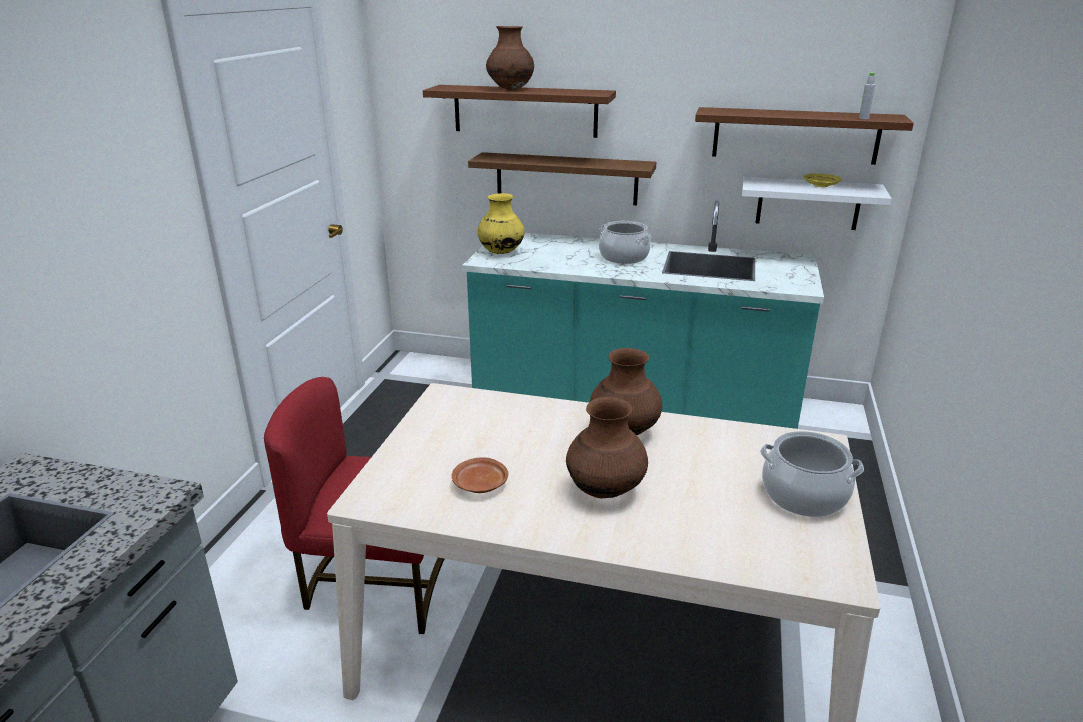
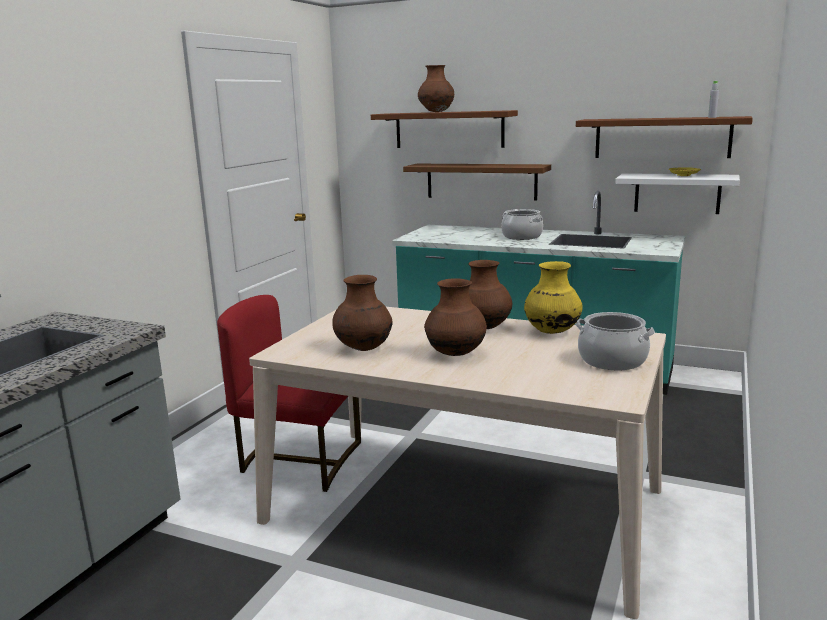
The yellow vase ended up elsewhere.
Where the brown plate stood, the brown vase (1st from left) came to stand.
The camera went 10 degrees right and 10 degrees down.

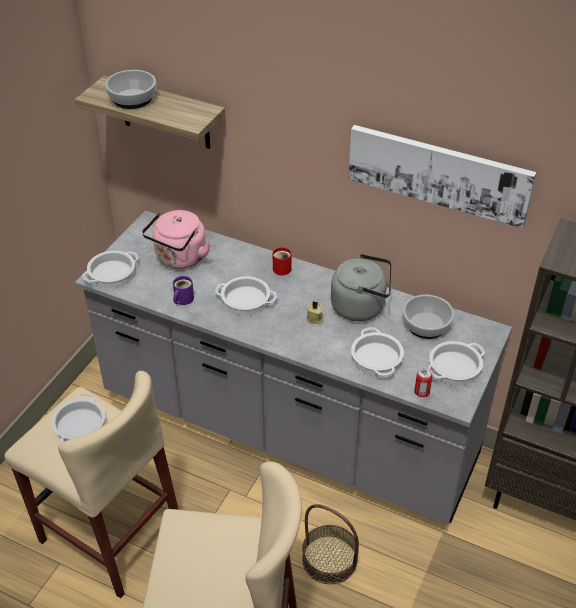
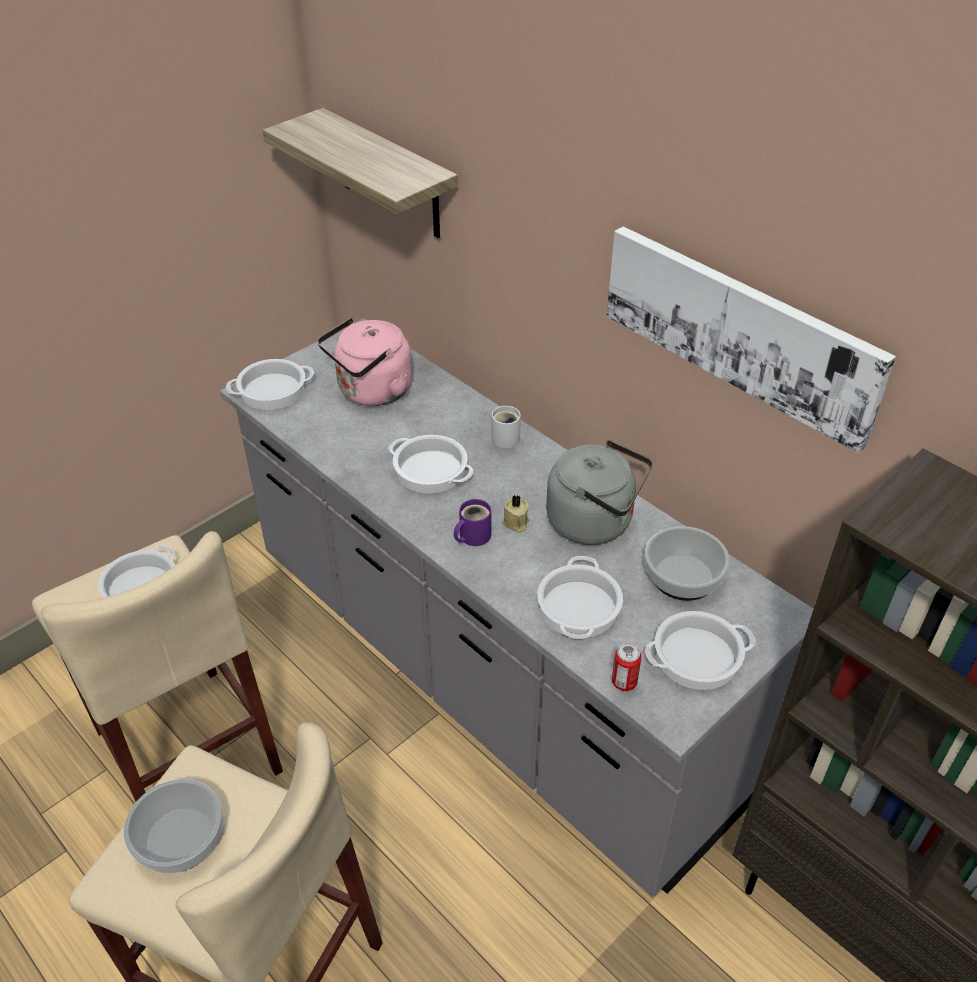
The bowl (1st from left) ended up elsewhere.
What was the red mug turned into the white mug.
The purple mug ended up elsewhere.
The second view lost the basket.
The camera went 20 degrees right and 0 degrees up.

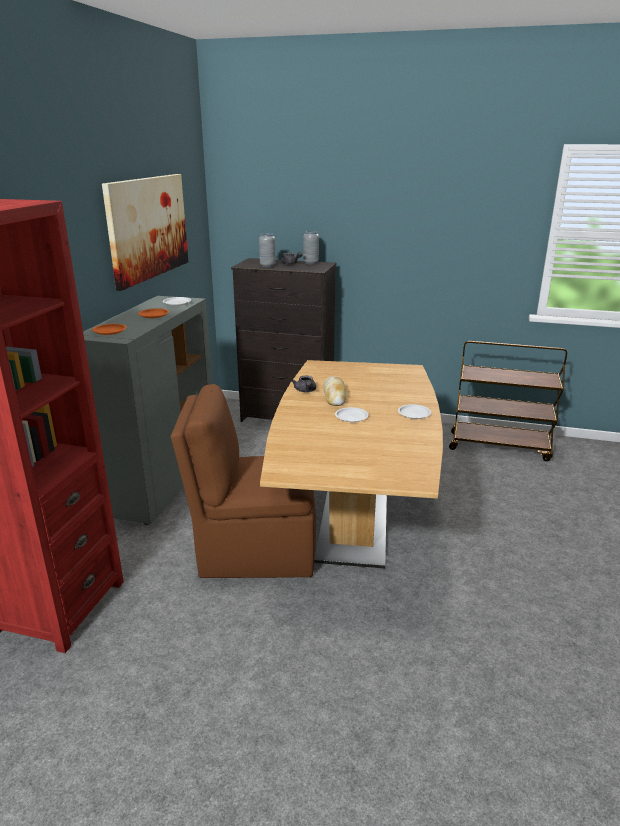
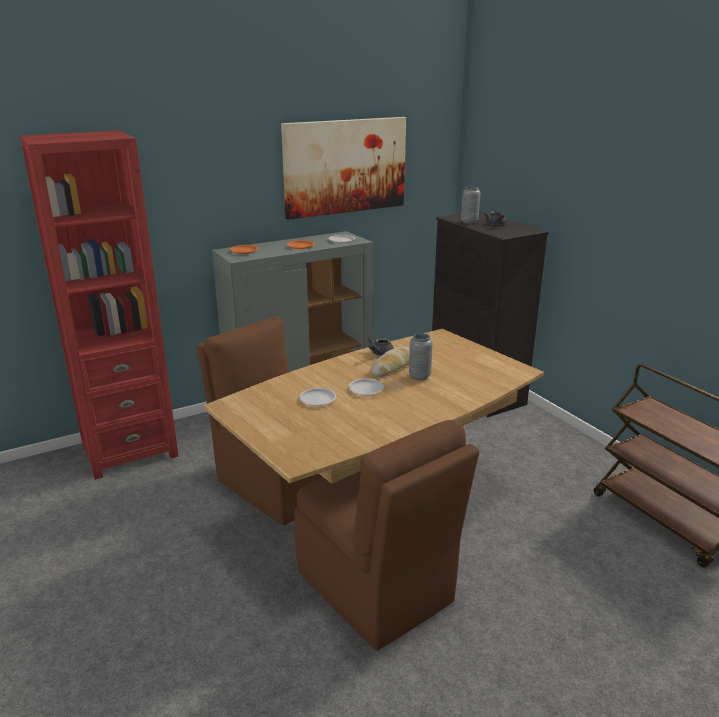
The grey vase (2nd from left in the first image) ended up elsewhere.
The white plate (3rd from left in the first image) ended up elsewhere.
The second view gained the brown chair (2nd from left).
The camera went 45 degrees right and 0 degrees up.

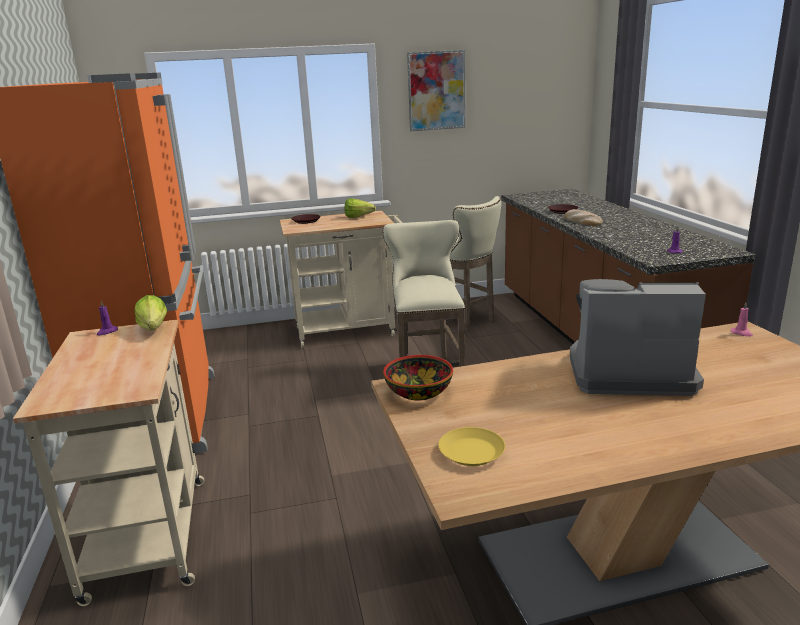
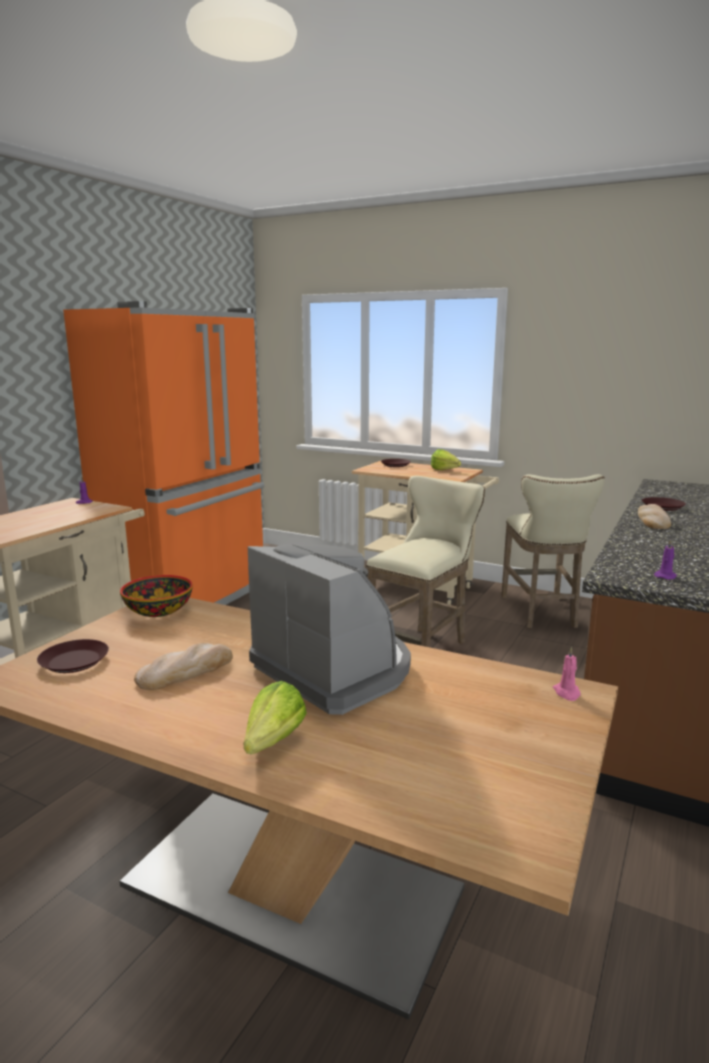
The second view lost the picture.
The lettuce (1st from left) ended up elsewhere.
What was the yellow plate turned into the brown plate (1st from left).
The second view gained the bread (1st from left).
The camera went 40 degrees right and 5 degrees down.

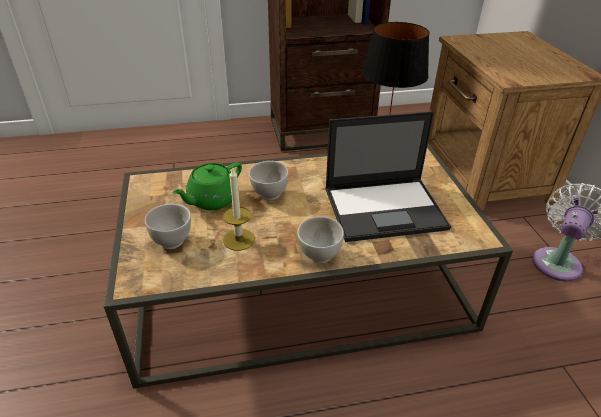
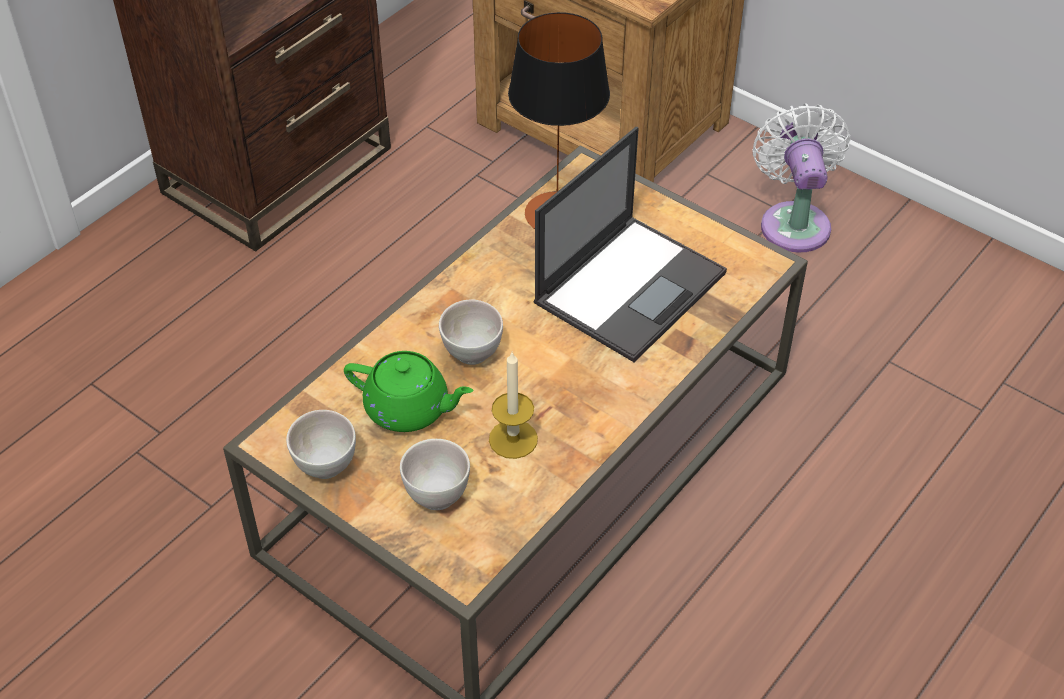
The green teapot ended up facing another way, 75 degrees counterclockwise from before.
The white bowl (3rd from left in the first image) ended up elsewhere.
The camera went 40 degrees left and 10 degrees up.

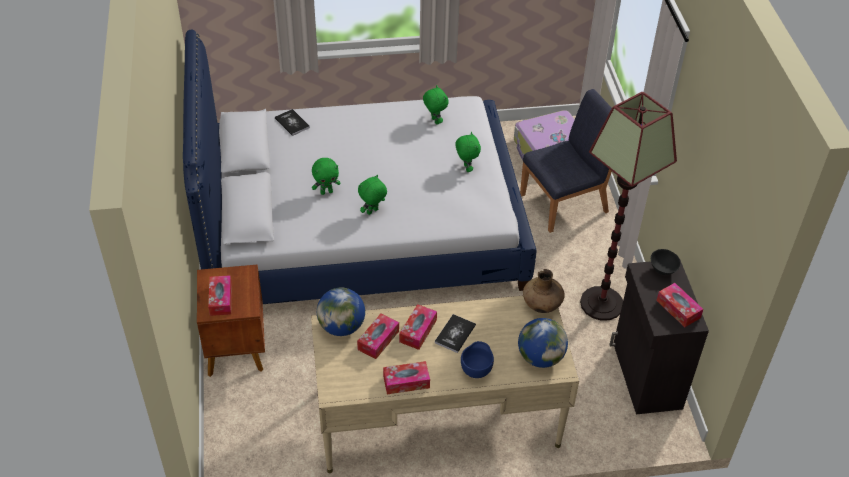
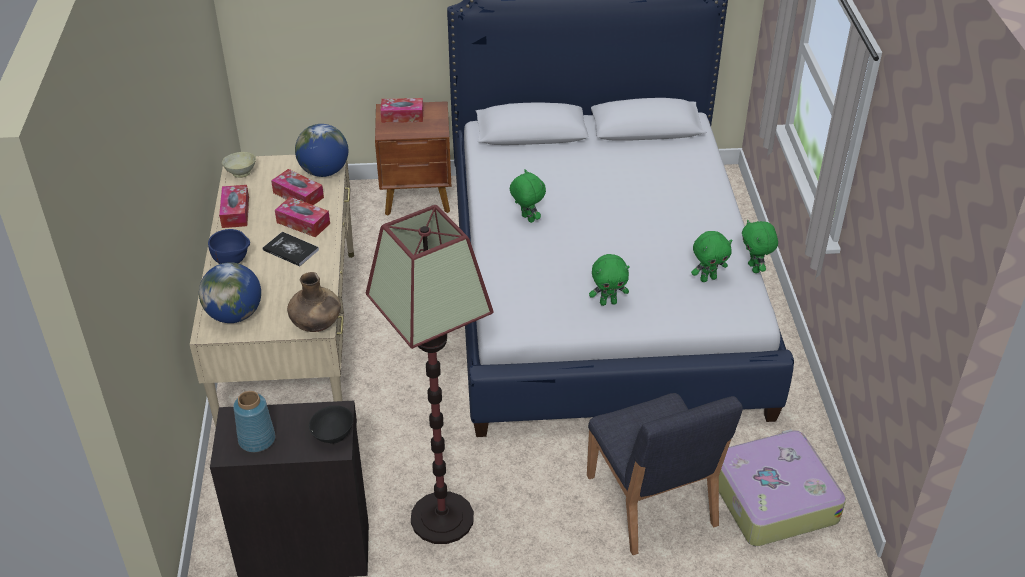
The second view lost the book (1st from left).
The green plush toy (1st from left in the first image) ended up elsewhere.
Where the tissue box (5th from left) stood, the blue vase came to stand.
The second view gained the beige bowl.
The camera went 95 degrees right and 5 degrees down.

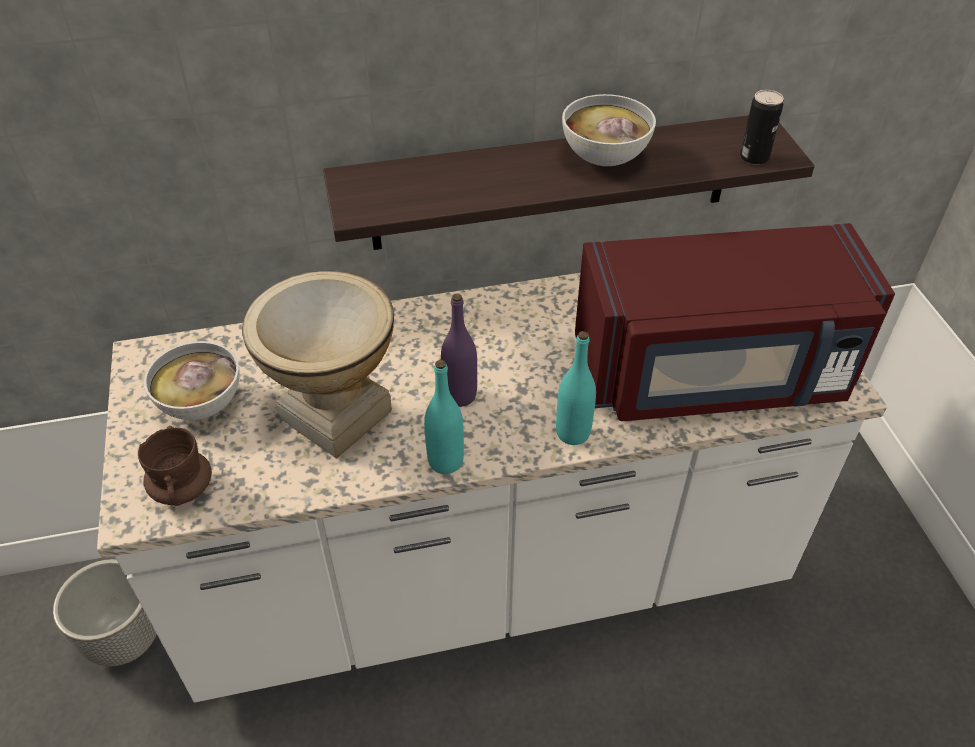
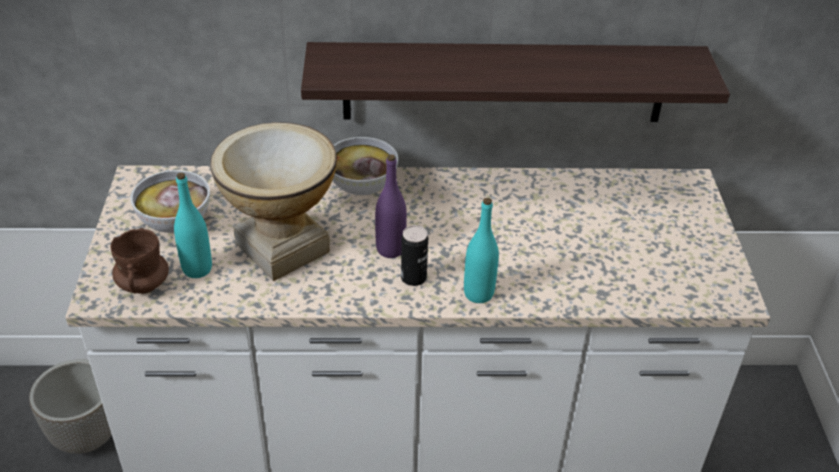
The can ended up elsewhere.
The bowl (2nd from left) ended up elsewhere.
The second view lost the red microwave.
The turquoise bottle (1st from left) ended up elsewhere.
The camera went 10 degrees right and 5 degrees down.

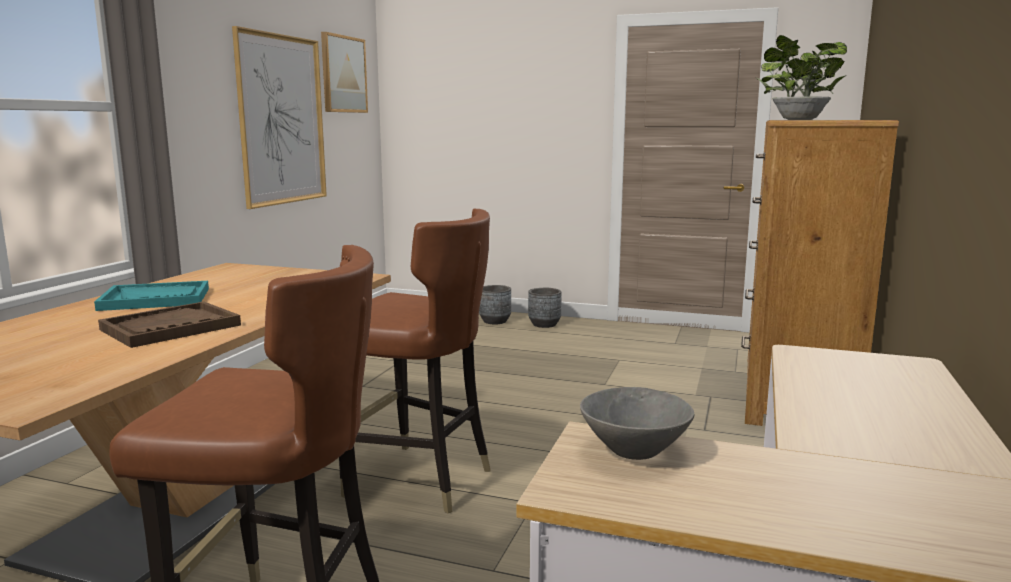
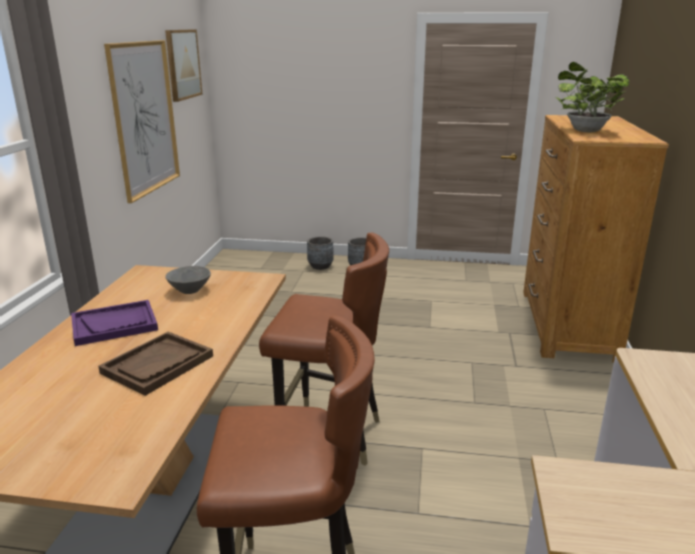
What was the turquoise tray turned into the purple tray.
The grey bowl ended up elsewhere.
The camera went 10 degrees left and 10 degrees up.

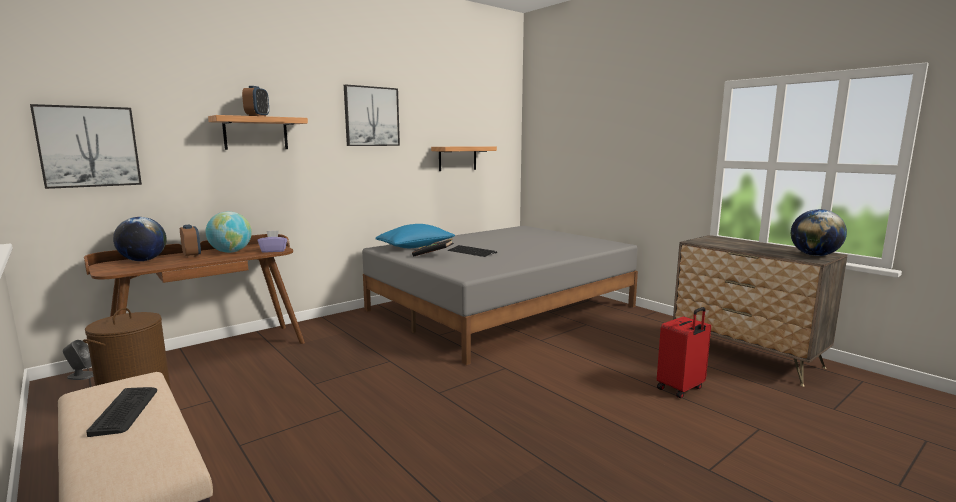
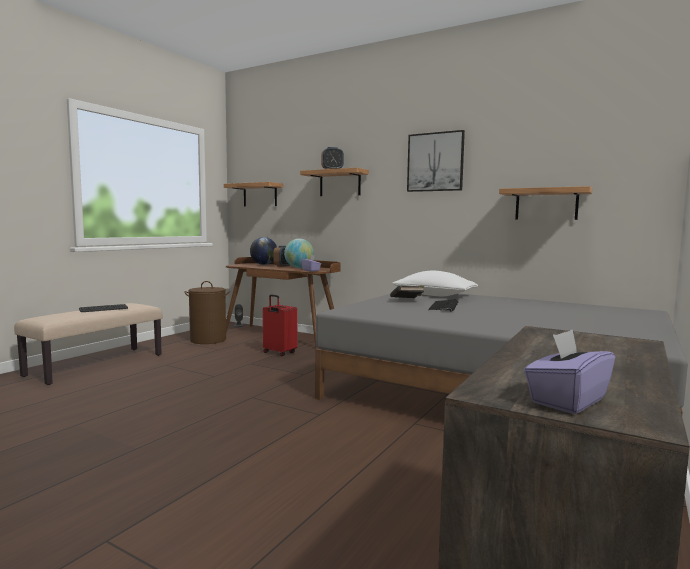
Where the picture (1st from left) hung, the shelf (1st from left) came to hang.
Where the globe (3rd from left) stood, the purple tissue box (2nd from left) came to stand.
What was the blue pillow turned into the white pillow.
The red suitcase ended up elsewhere.
The camera went 70 degrees right and 5 degrees down.

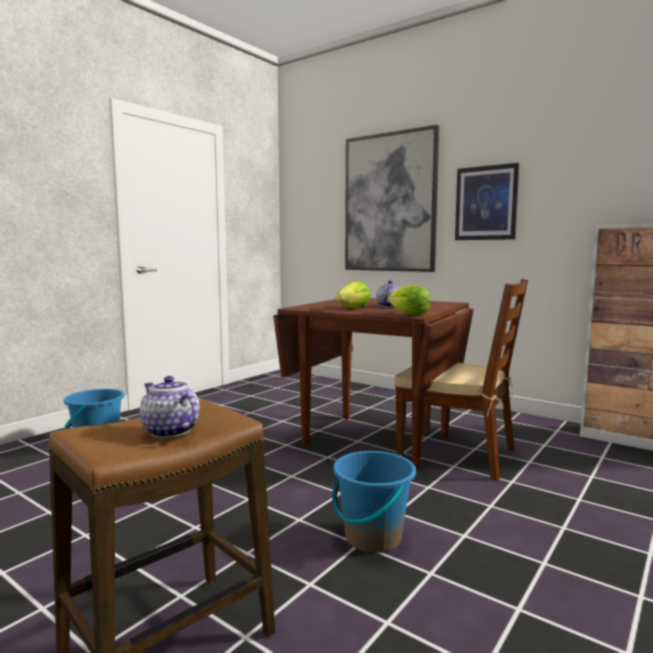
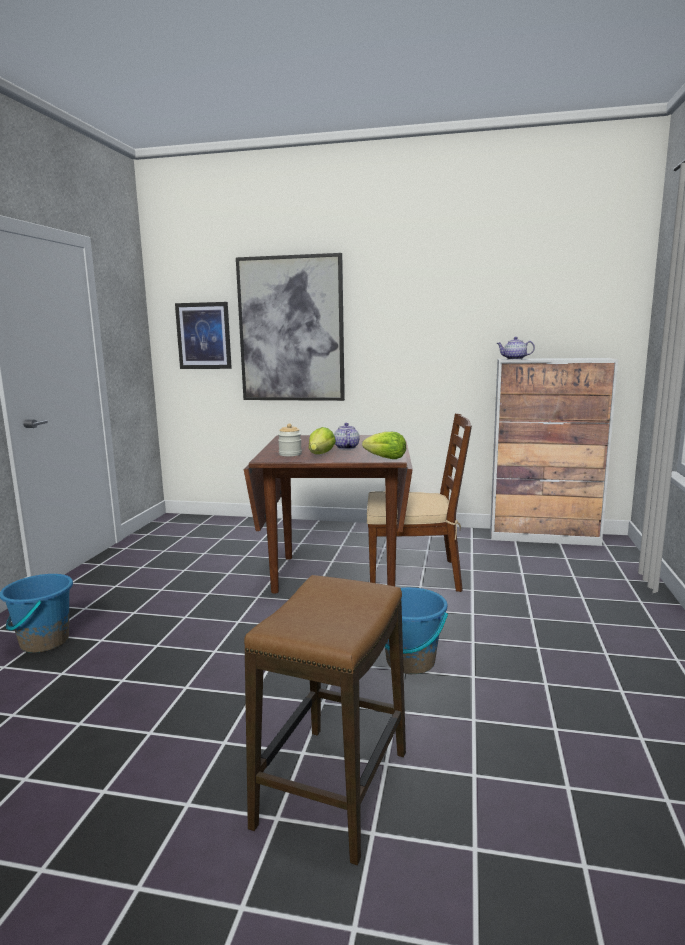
The picture (2nd from left in the first image) ended up elsewhere.
The teapot (1st from left in the first image) ended up elsewhere.
The second view gained the jar.
The camera went 25 degrees left and 5 degrees up.

